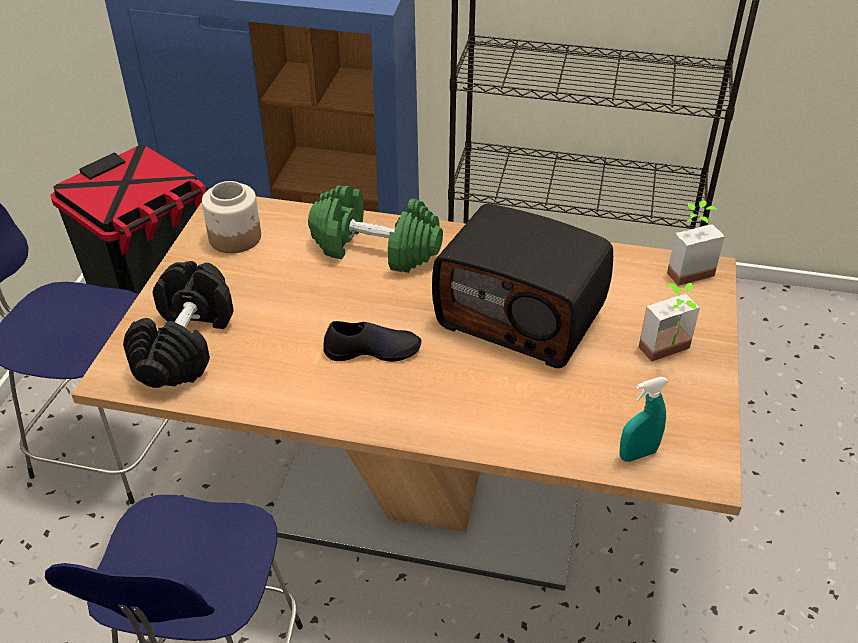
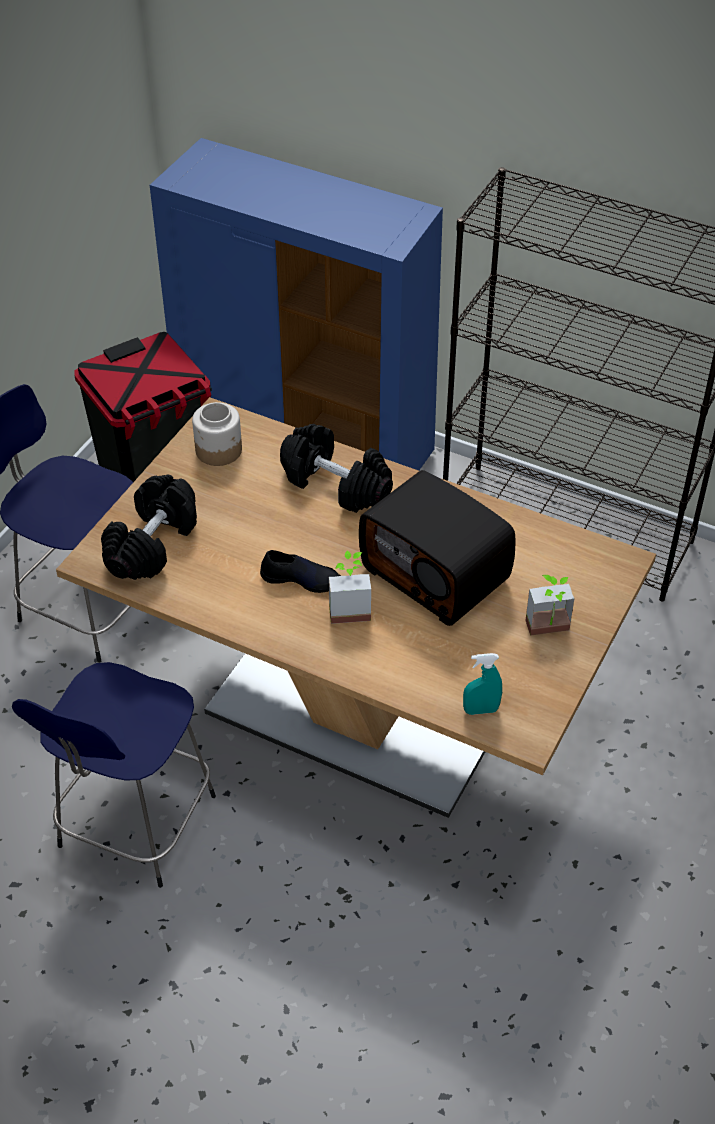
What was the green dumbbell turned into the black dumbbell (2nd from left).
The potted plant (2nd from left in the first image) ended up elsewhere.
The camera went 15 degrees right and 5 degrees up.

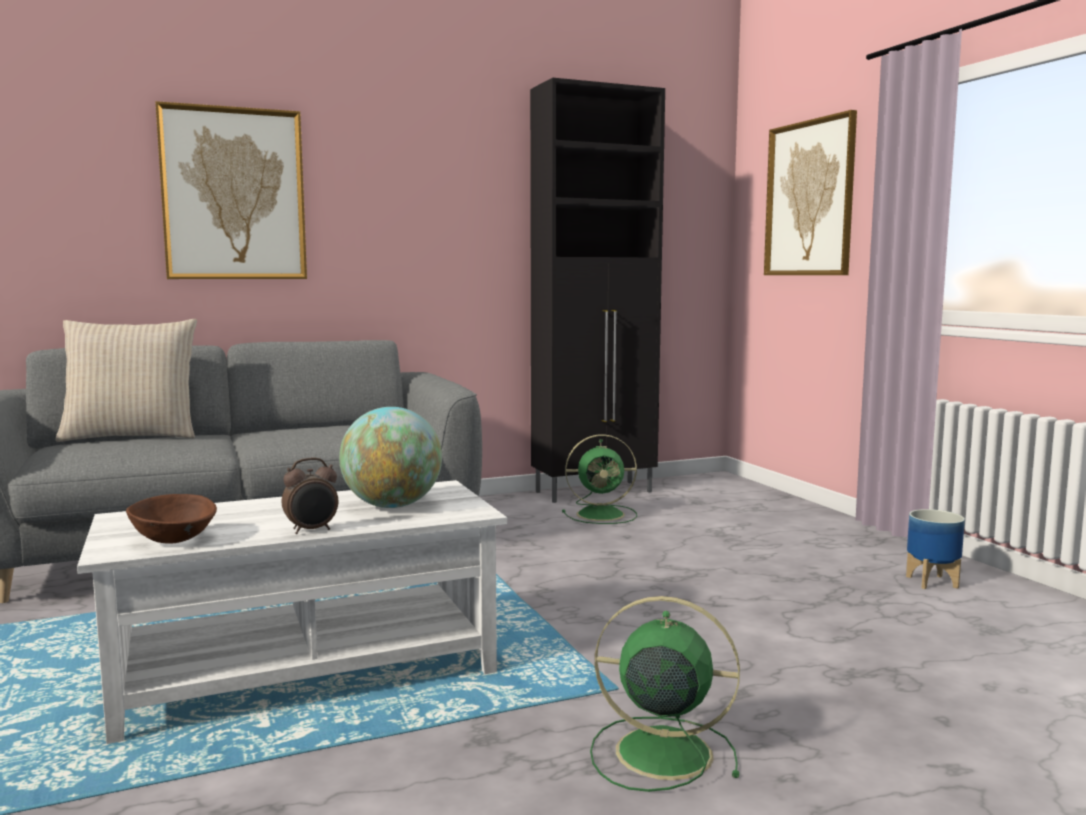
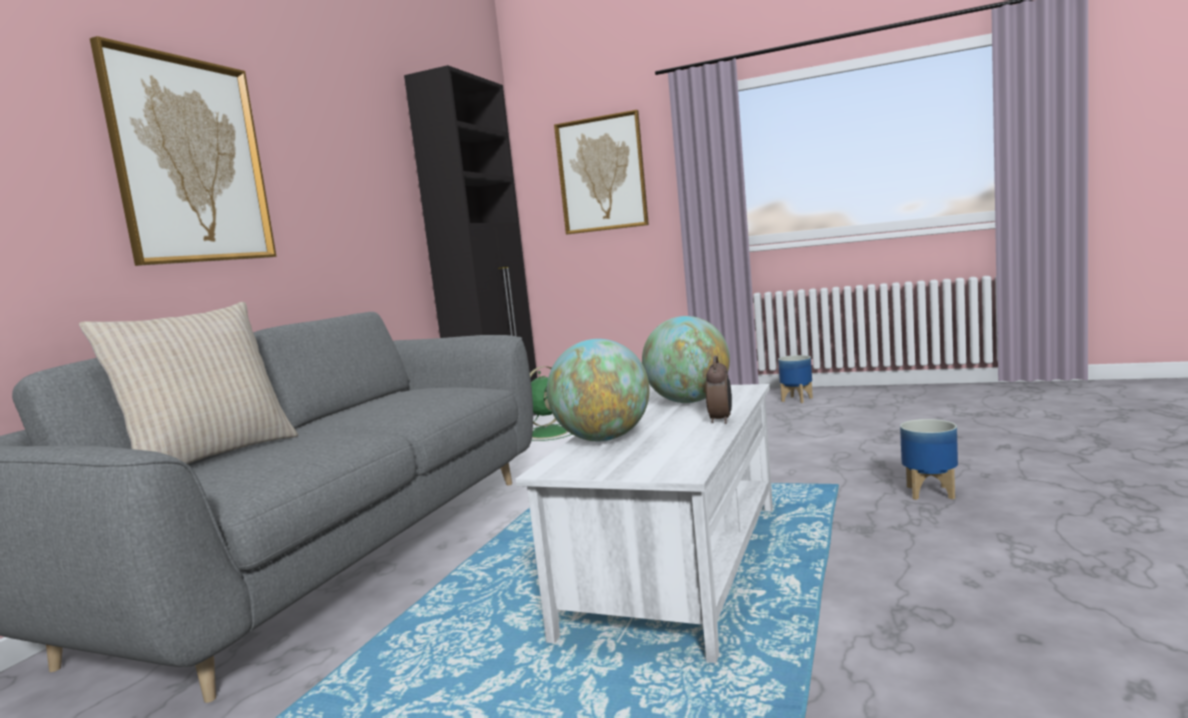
The second view lost the brown bowl.
Where the green fan (2nd from left) stood, the planter (2nd from left) came to stand.
The second view gained the globe (1st from left).
The camera went 45 degrees left and 0 degrees up.

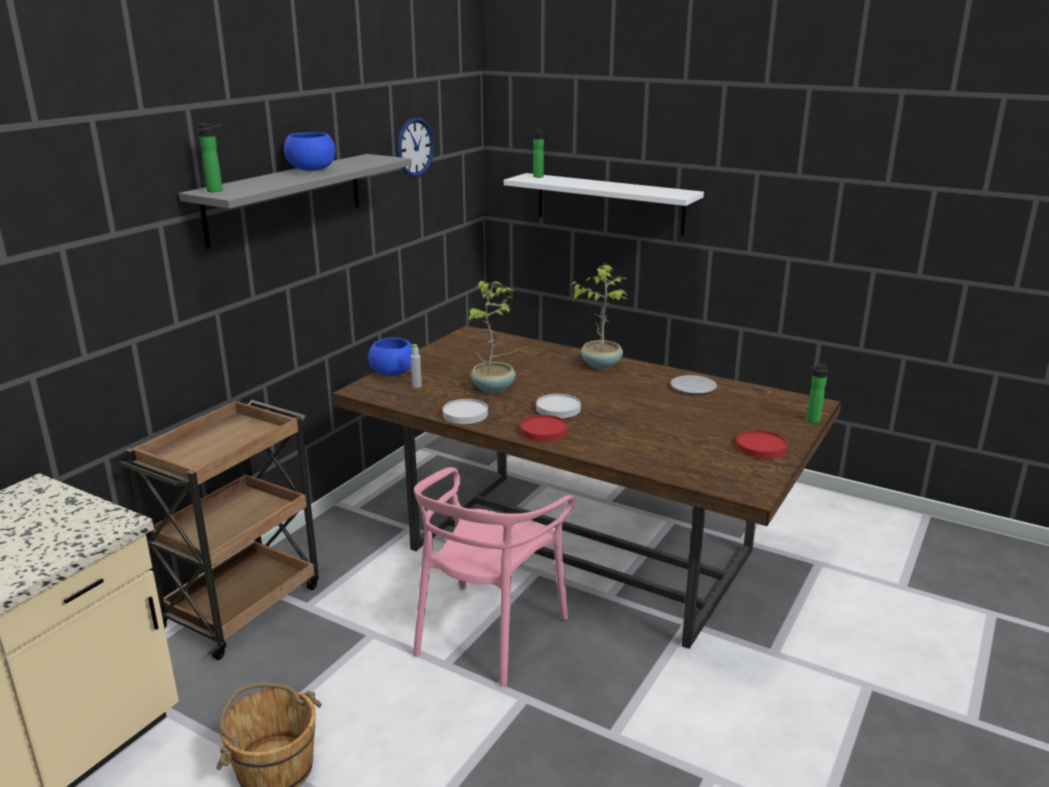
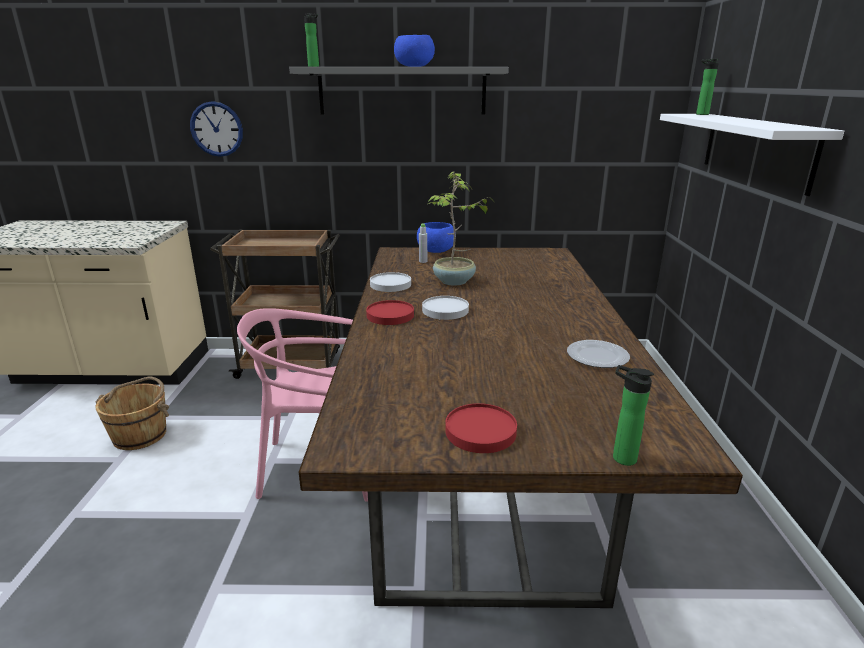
The wall clock ended up elsewhere.
The second view lost the potted plant (2nd from left).
The camera went 60 degrees right and 0 degrees up.

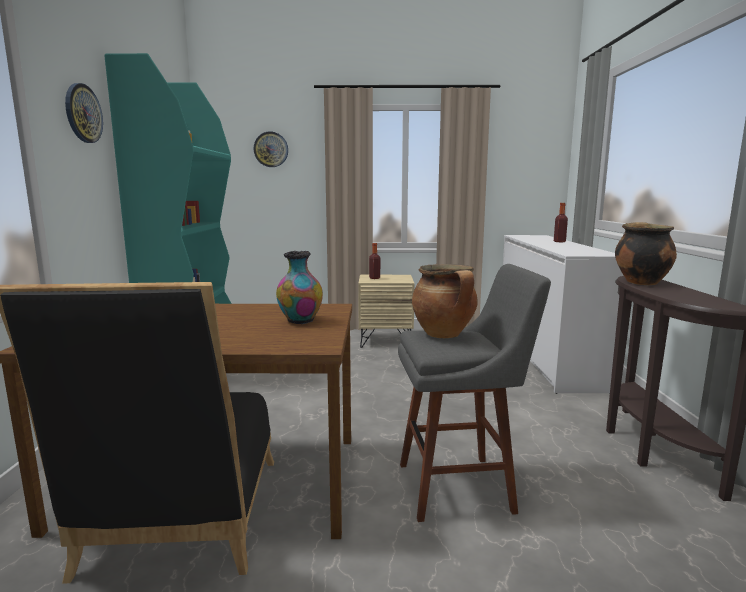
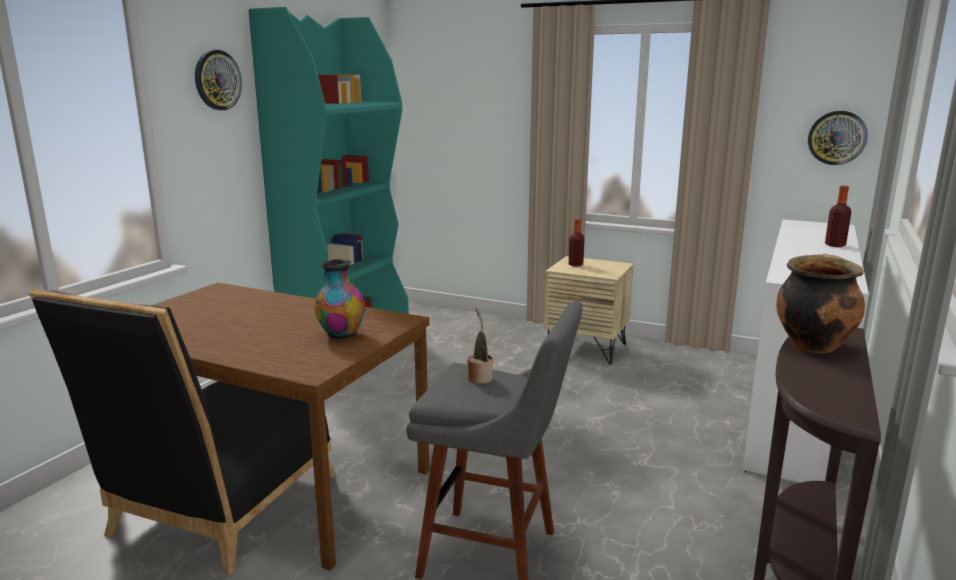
The wall clock (2nd from left) ended up elsewhere.
Where the cooking pot (1st from left) stood, the potted plant came to stand.
The camera went 25 degrees right and 5 degrees up.

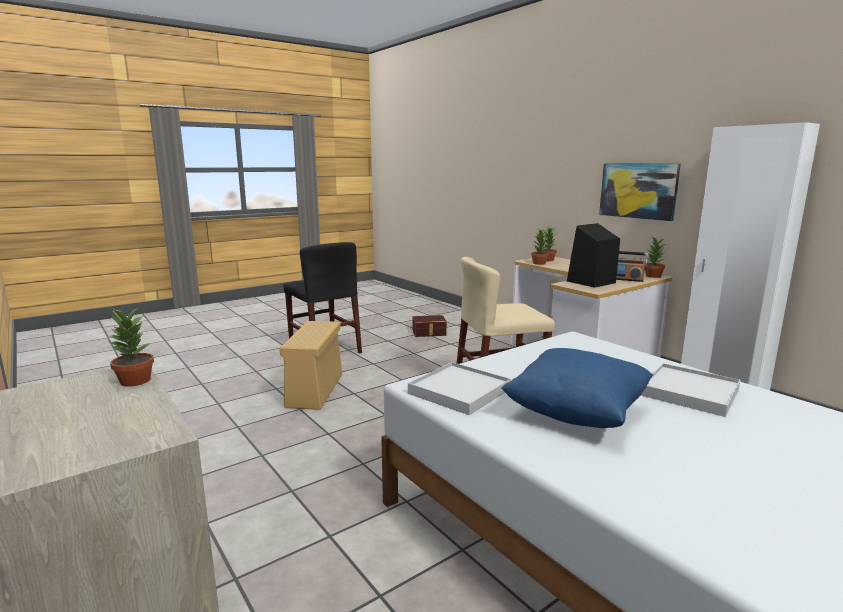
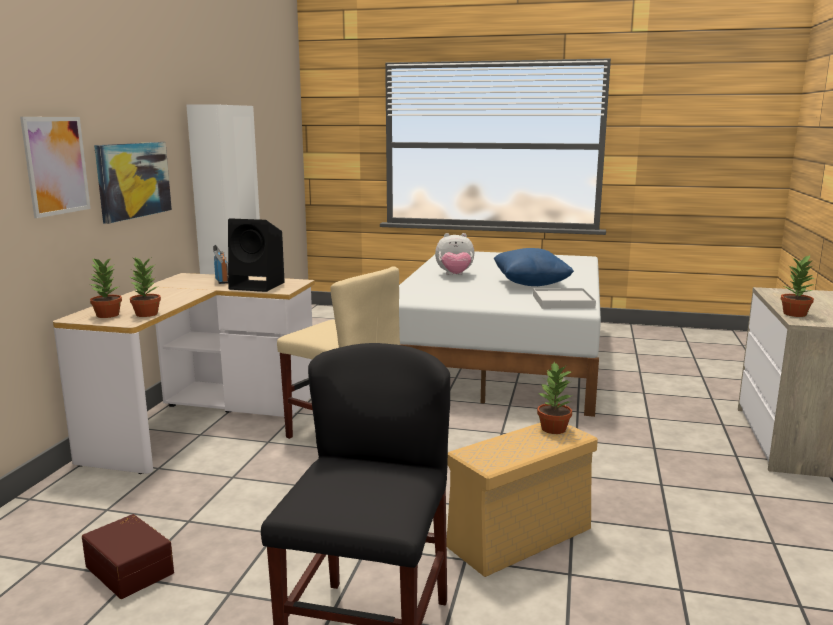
The potted plant (4th from left in the first image) ended up elsewhere.
Where the white tray (2nd from left) stood, the plush toy came to stand.
The second view gained the picture (1st from left).
The camera went 130 degrees left and 0 degrees up.

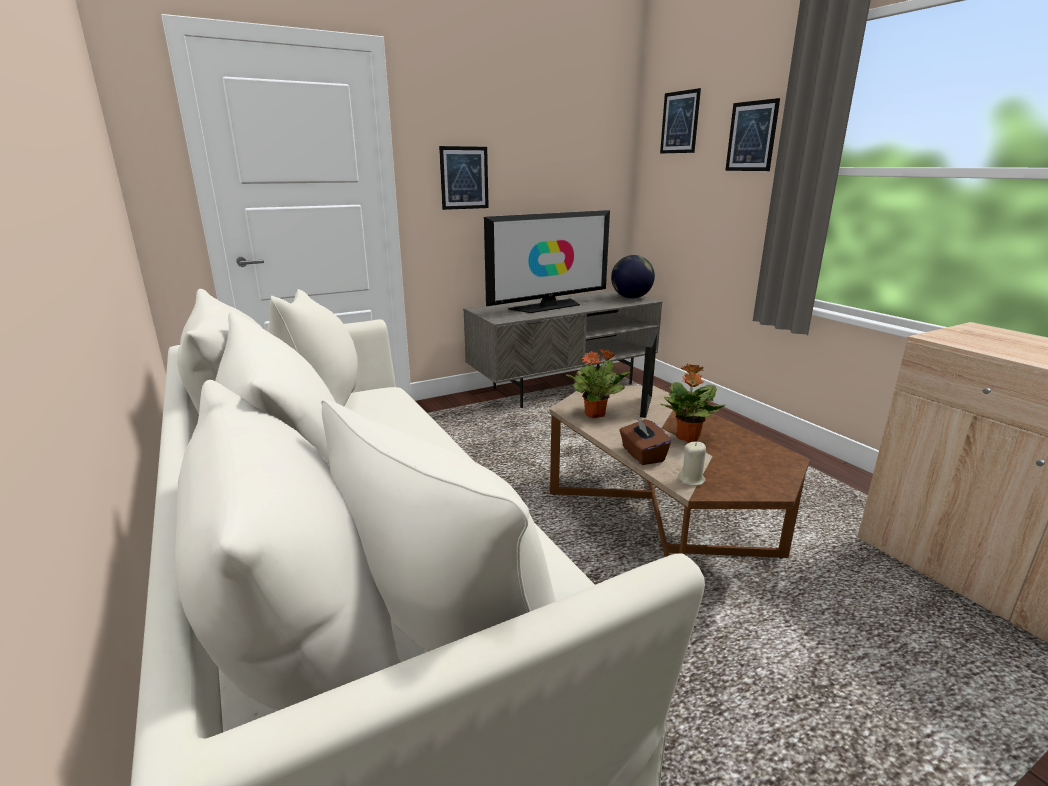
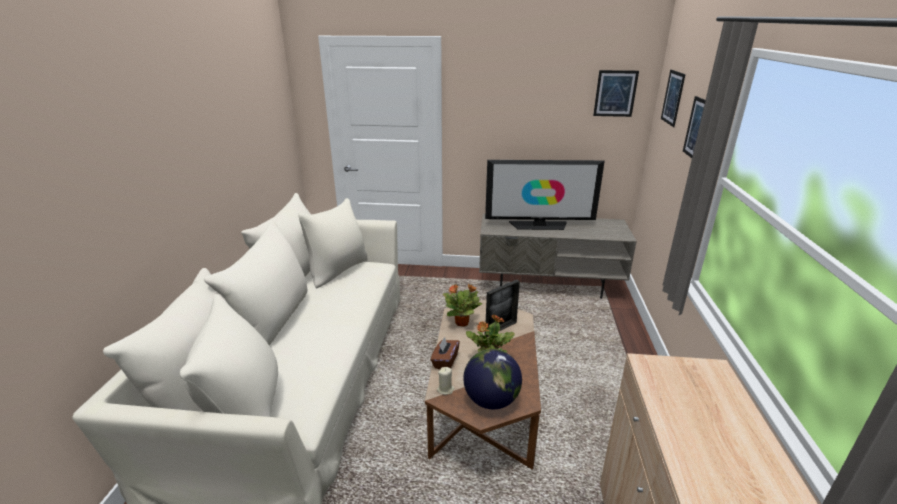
The picture (1st from left) ended up elsewhere.
The globe ended up elsewhere.
The camera went 35 degrees right and 5 degrees up.

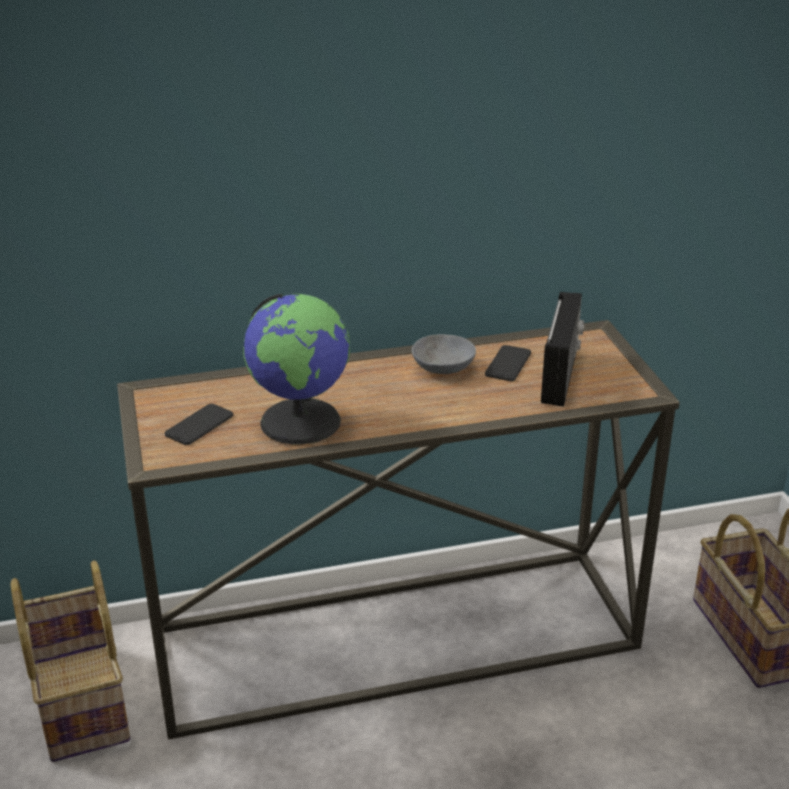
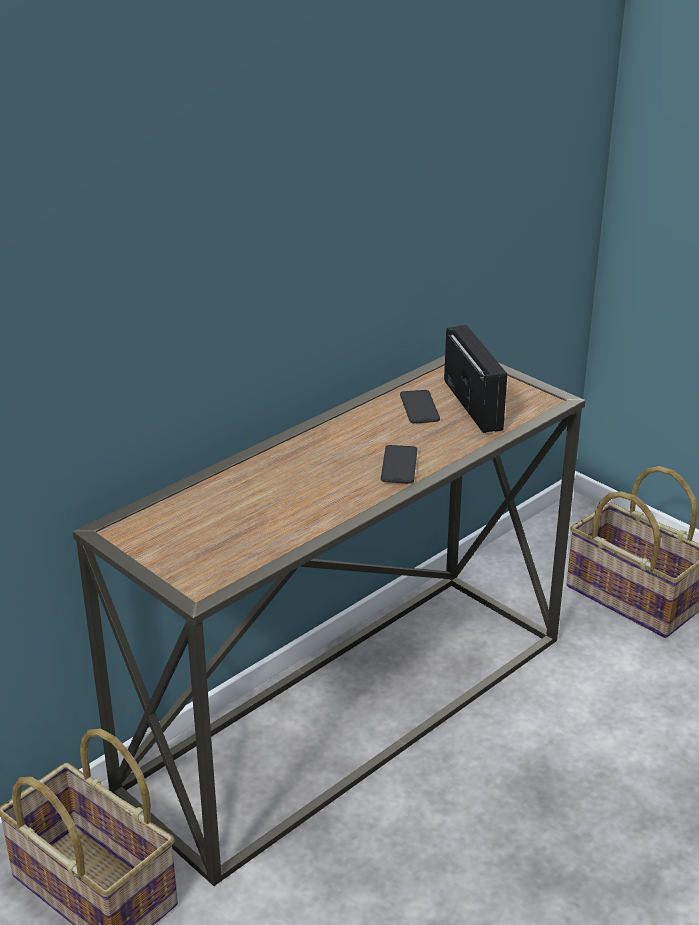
The second view lost the globe.
The second view lost the grey bowl.
The phone (1st from left) ended up elsewhere.
The camera went 30 degrees left and 0 degrees up.

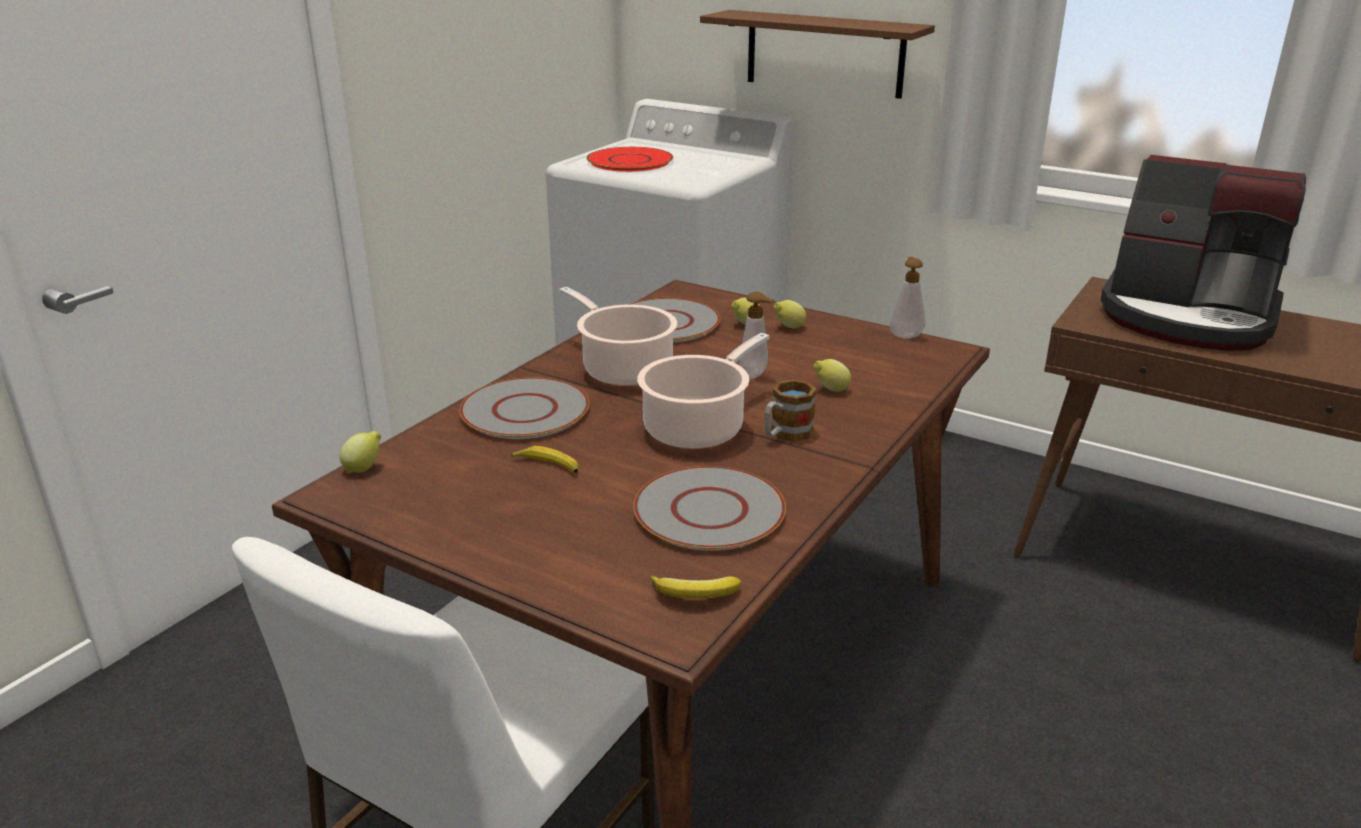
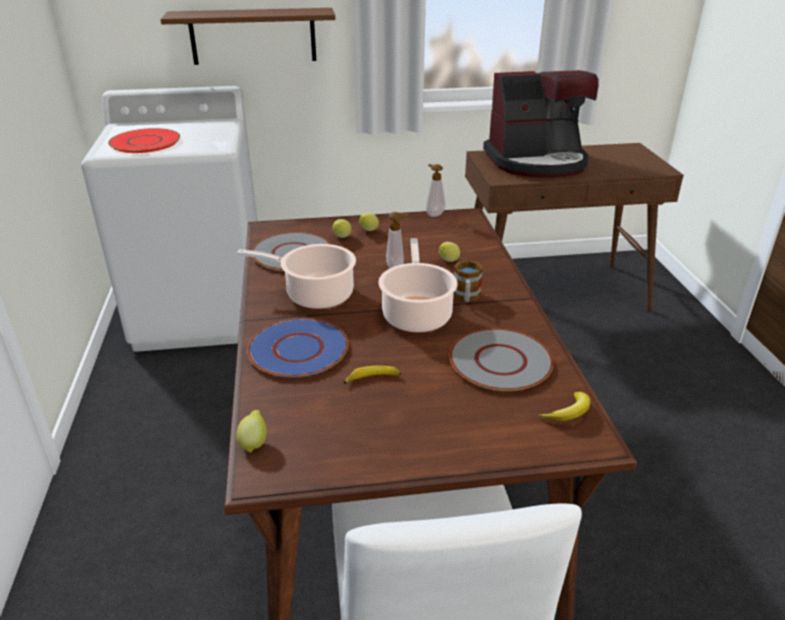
What was the grey plate (1st from left) turned into the blue plate.
The camera went 40 degrees left and 5 degrees up.

